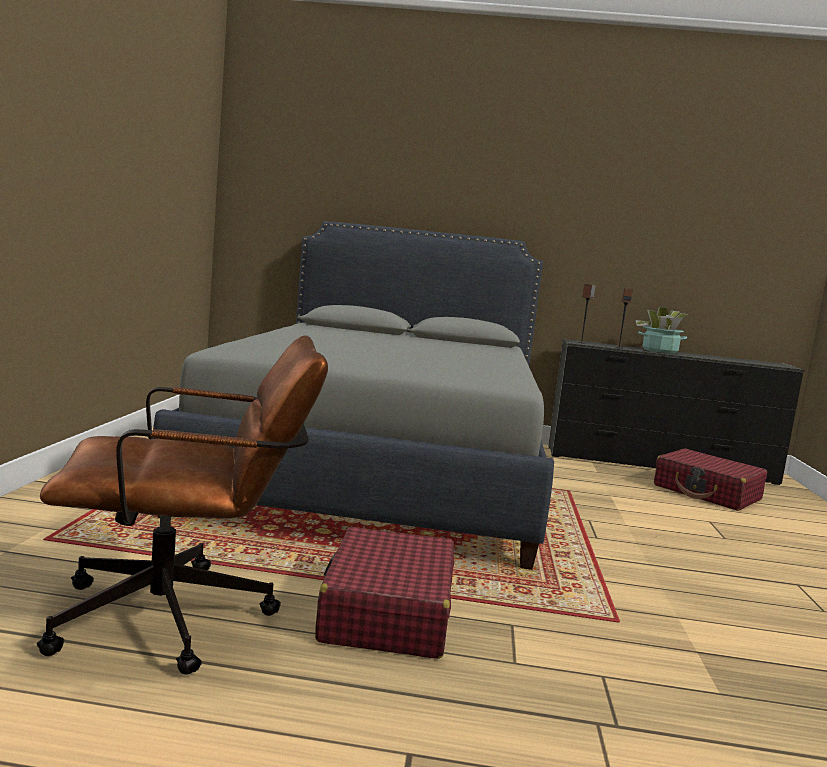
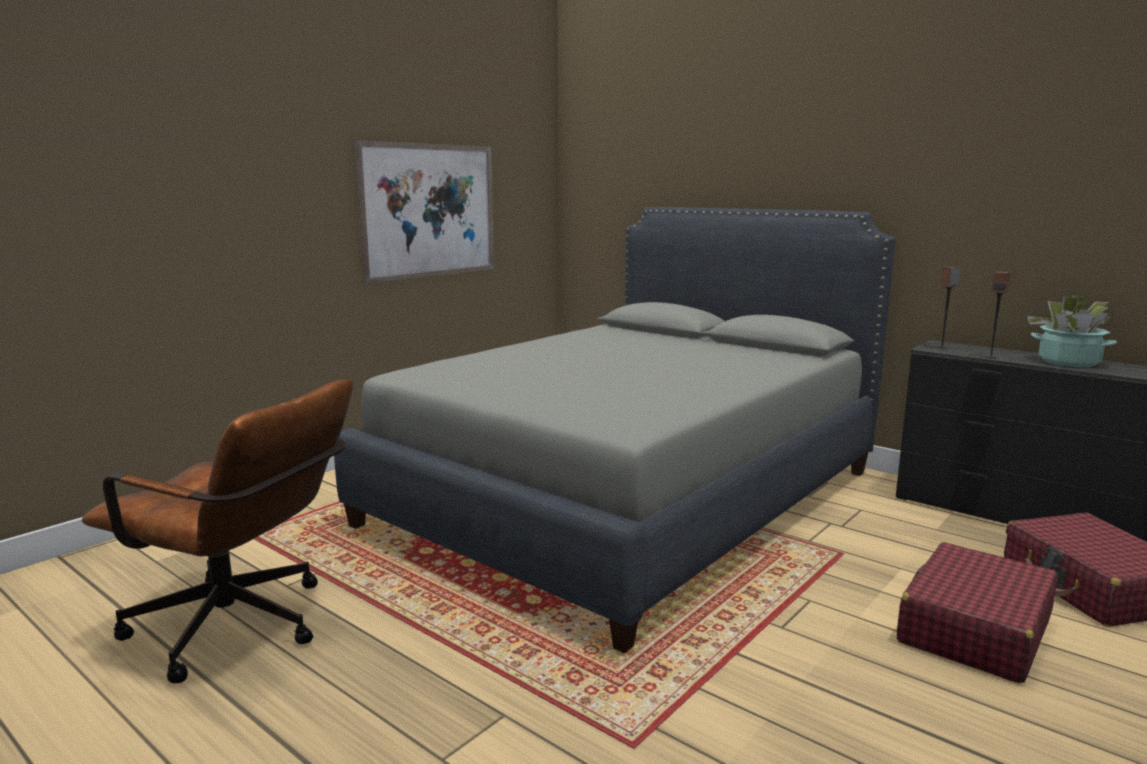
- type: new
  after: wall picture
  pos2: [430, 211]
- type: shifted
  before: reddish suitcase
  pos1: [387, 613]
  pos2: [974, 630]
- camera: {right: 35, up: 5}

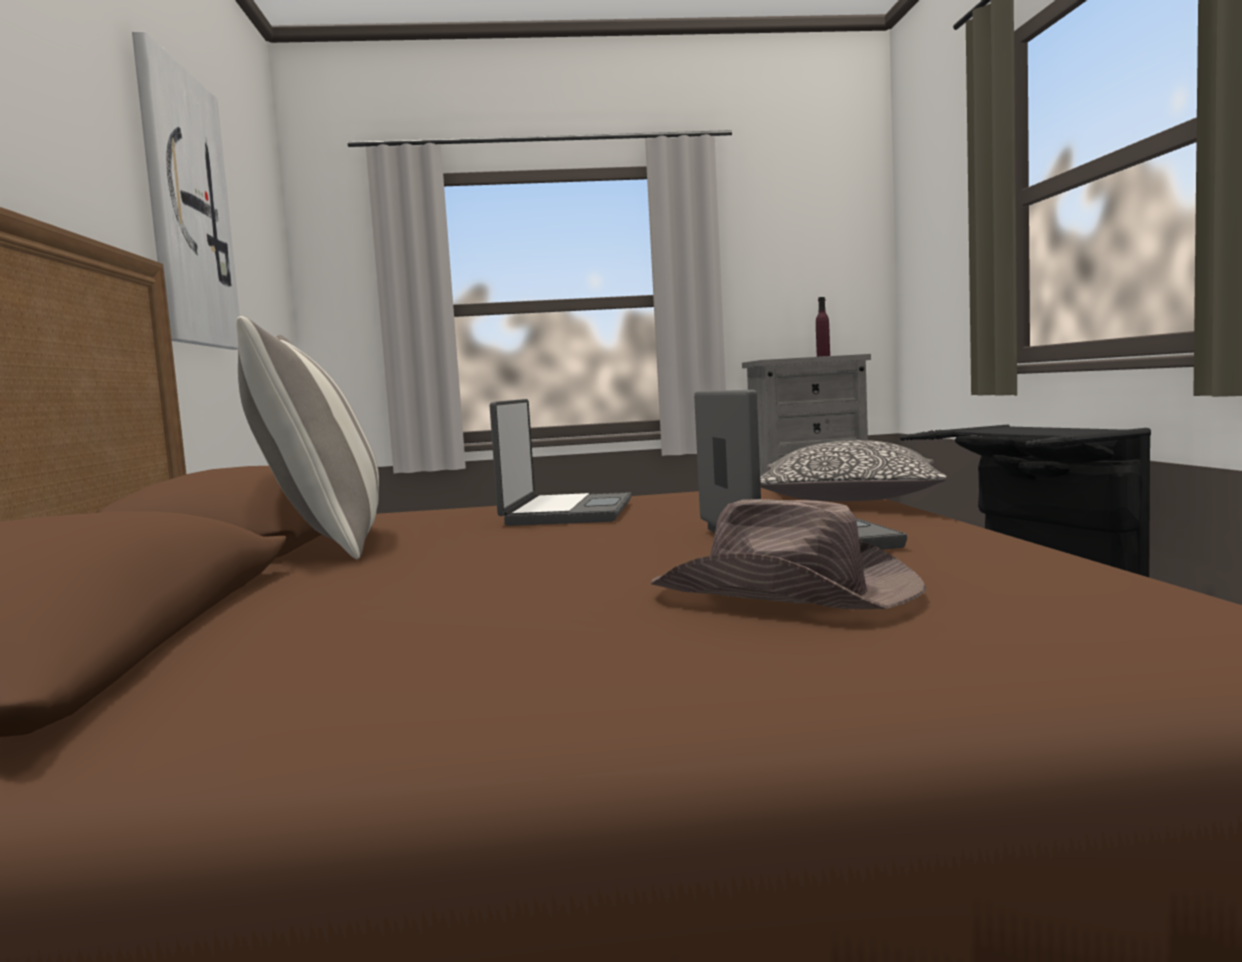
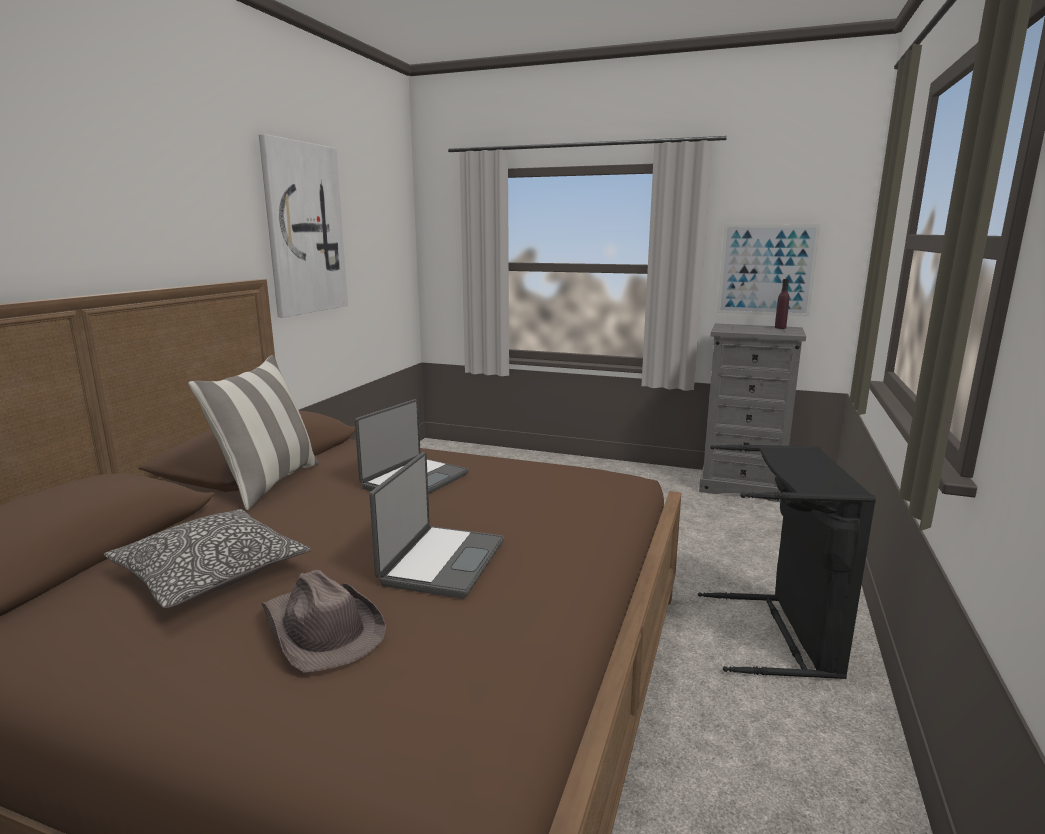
- type: shifted
  before: pillow
  pos1: [848, 501]
  pos2: [211, 573]
- type: new
  after: wall picture
  pos2: [766, 270]
- camera: {right: 25, up: 10}

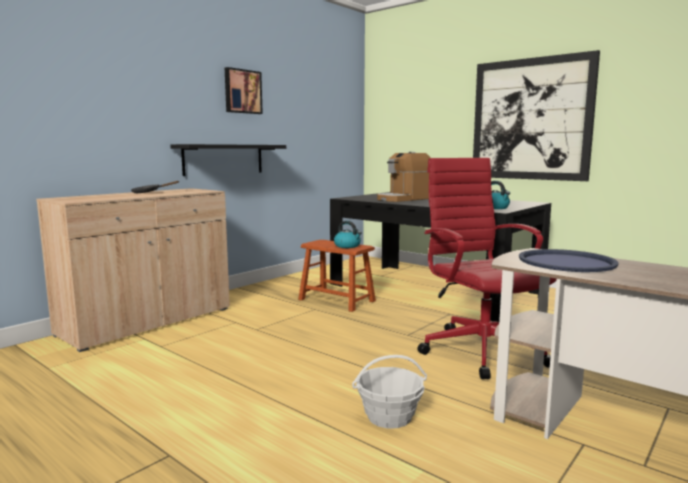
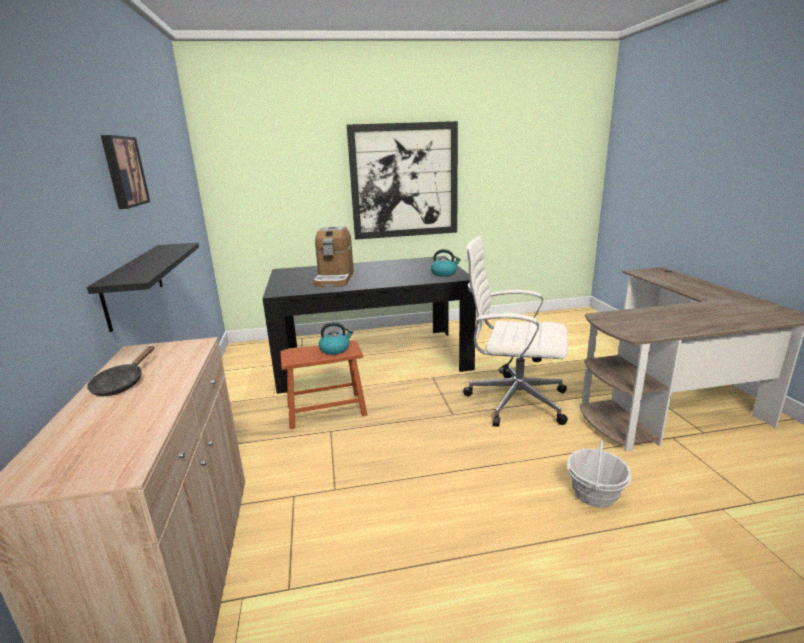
- type: repainted
  before: reddish desk chair
  after: white desk chair
  pos1: [480, 350]
  pos2: [513, 400]
- type: gone
  before: blue carrying tray
  pos1: [566, 262]
- camera: {right: -50, up: 10}

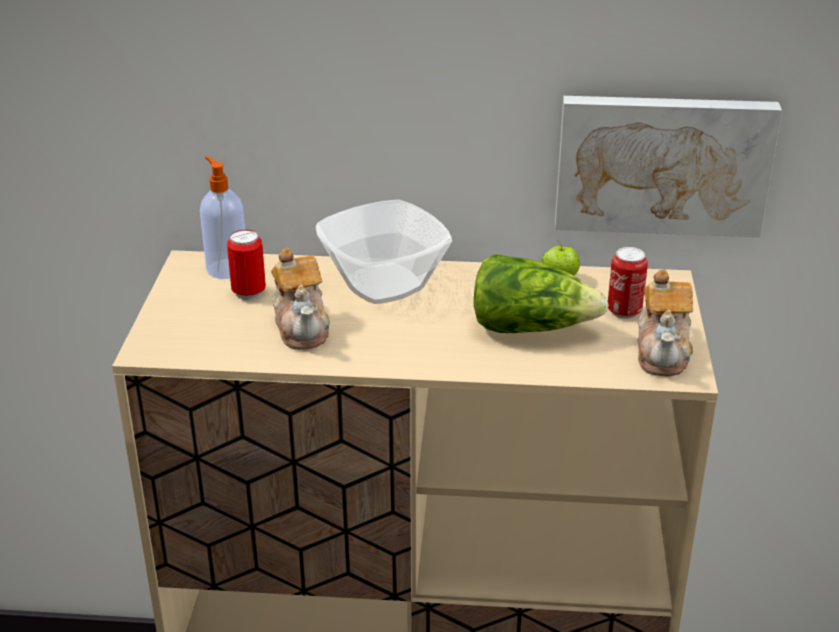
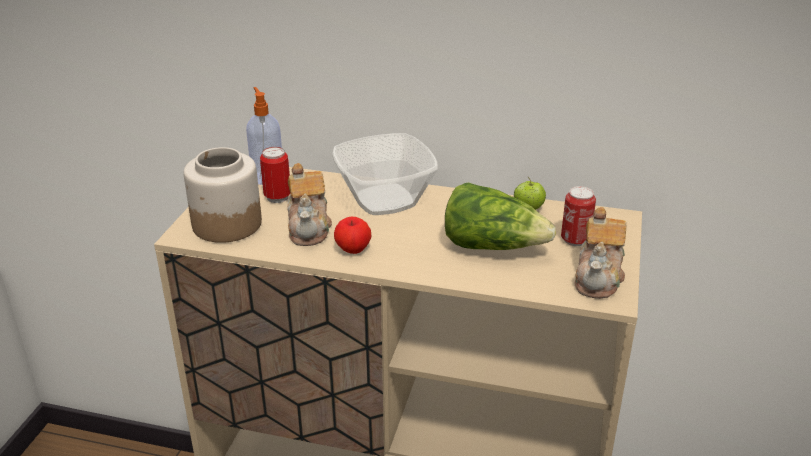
- type: new
  after: storage jar
  pos2: [226, 224]
- type: new
  after: apple
  pos2: [353, 249]
- type: gone
  before: wall picture
  pos1: [662, 163]
- camera: {right: 10, up: 0}

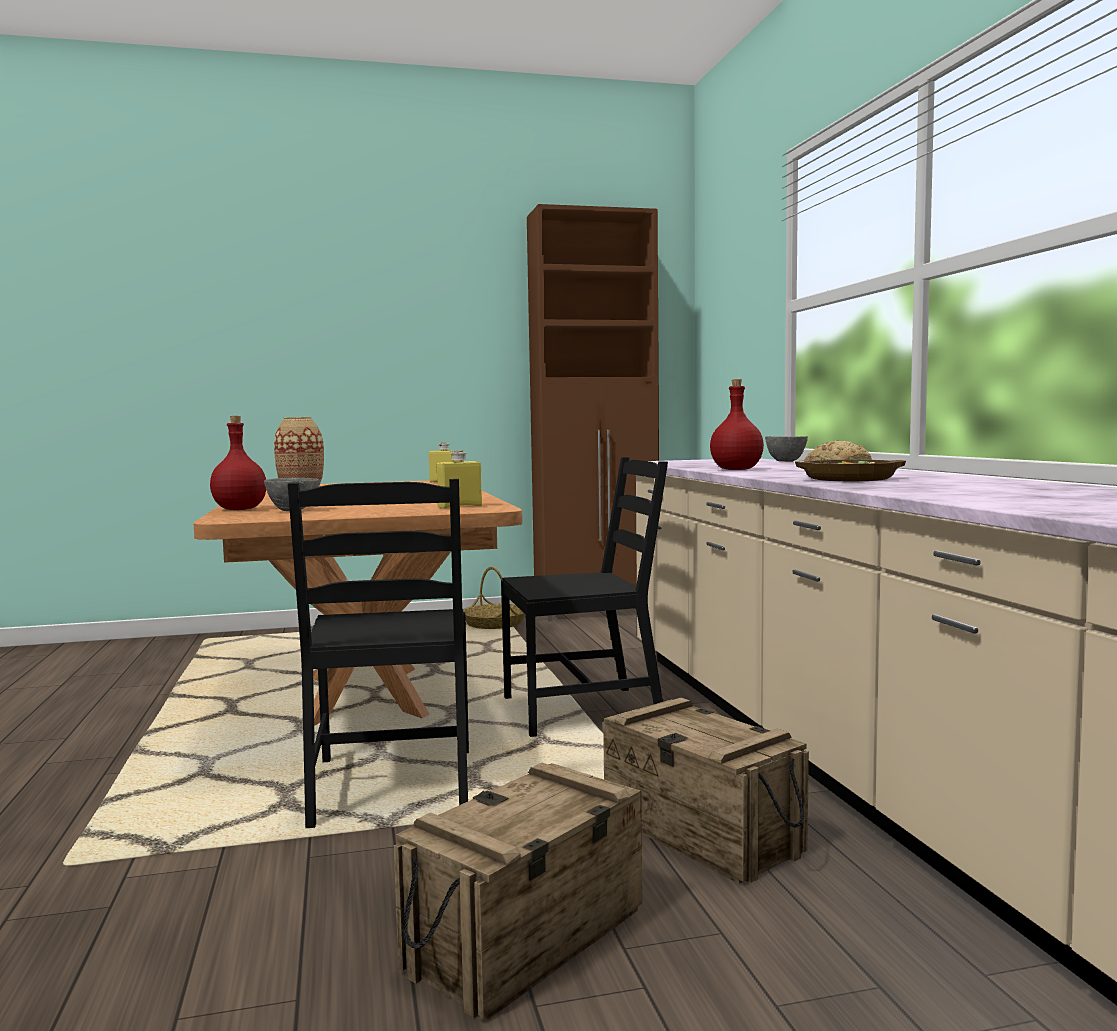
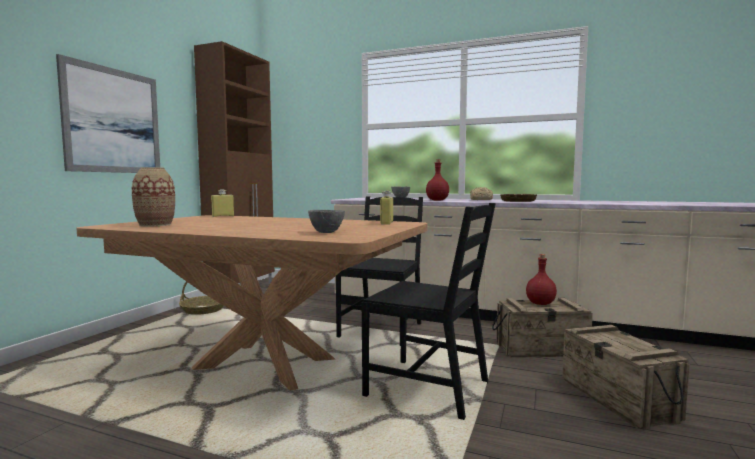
- type: new
  after: wall picture
  pos2: [113, 121]
- type: shifted
  before: reddish drink bottle
  pos1: [240, 509]
  pos2: [540, 303]
- camera: {right: -55, up: 0}

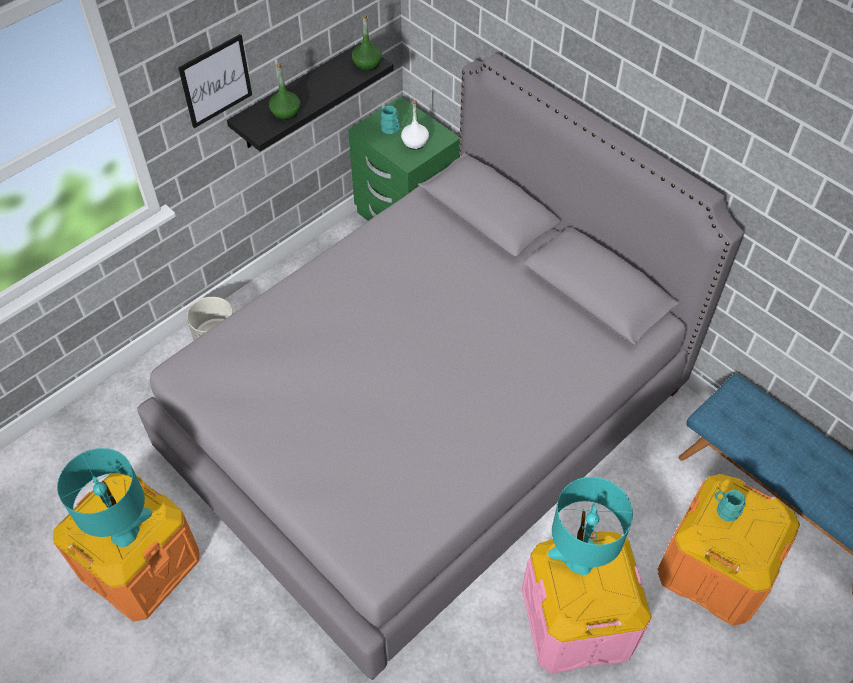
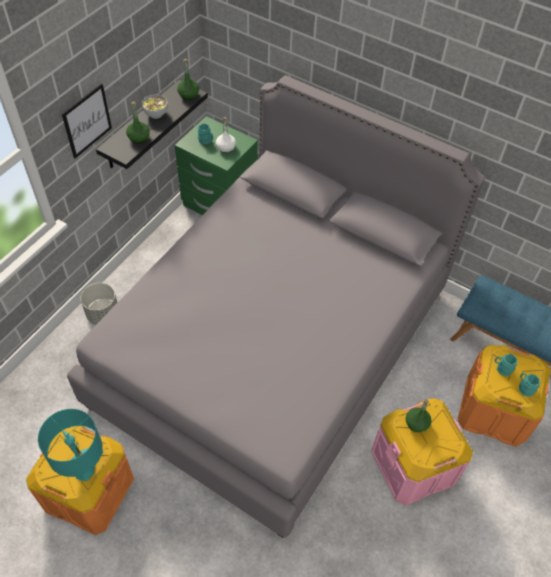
- type: new
  after: deep dish
  pos2: [156, 114]
- type: swapped
  before: turquoise table lamp
  after: green drink bottle
  pos1: [579, 561]
  pos2: [416, 423]
- type: new
  after: turquoise coffee mug
  pos2: [524, 388]
- camera: {right: -15, up: 0}

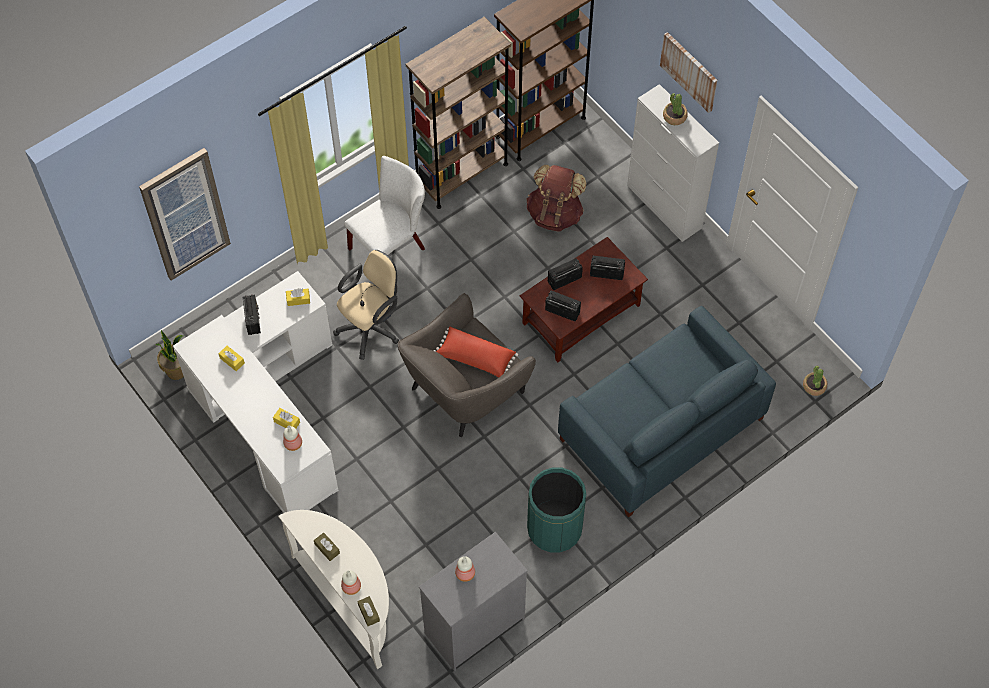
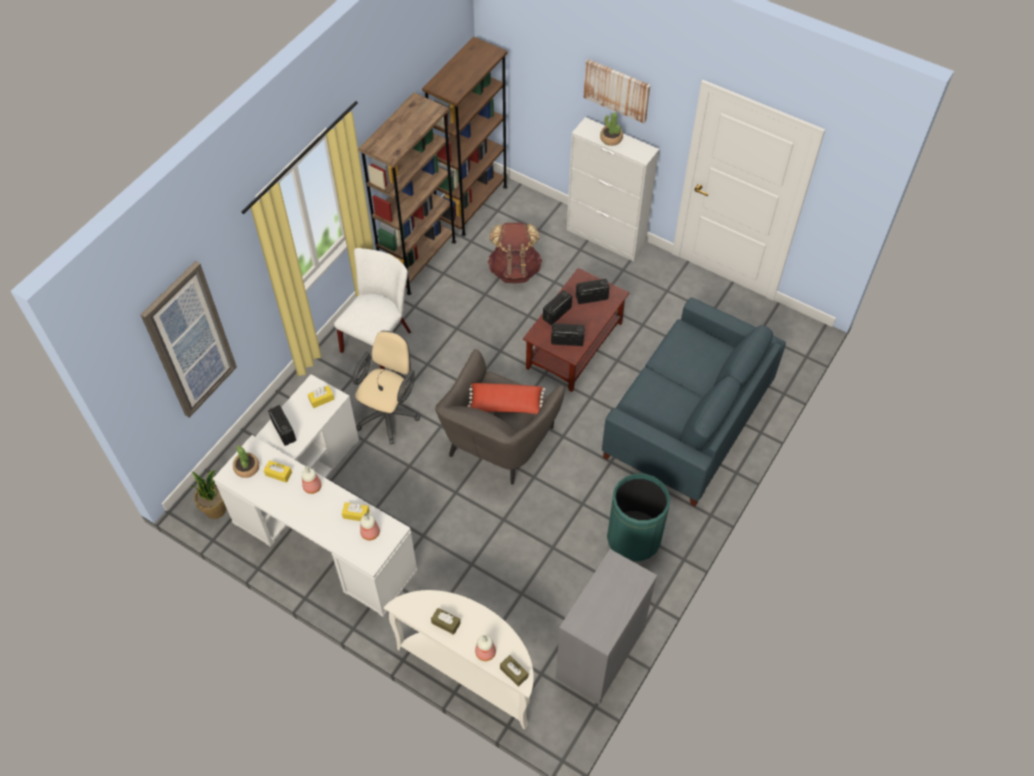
- type: shifted
  before: plant in a pot
  pos1: [814, 386]
  pos2: [247, 468]
- type: shifted
  before: drink bottle
  pos1: [466, 573]
  pos2: [313, 486]
- camera: {right: -20, up: -5}

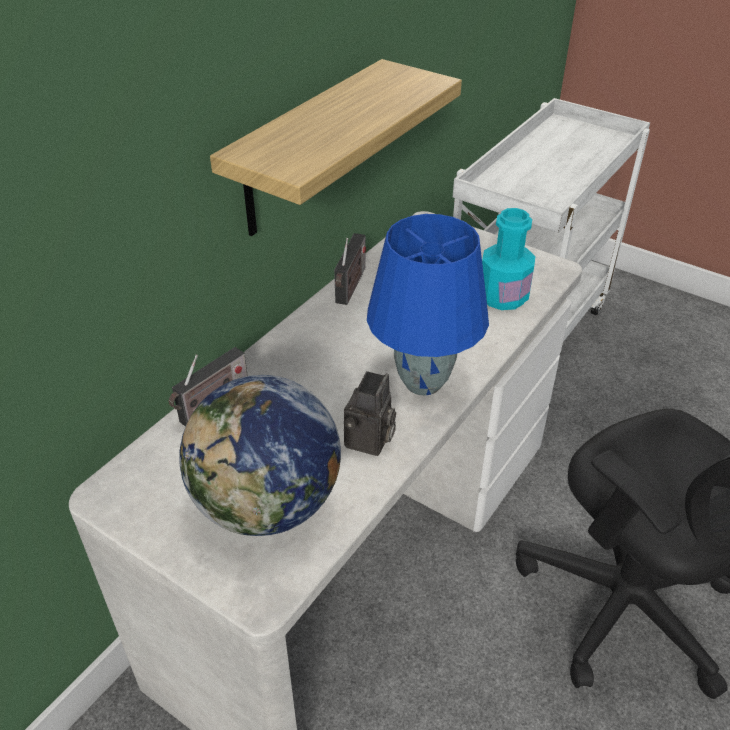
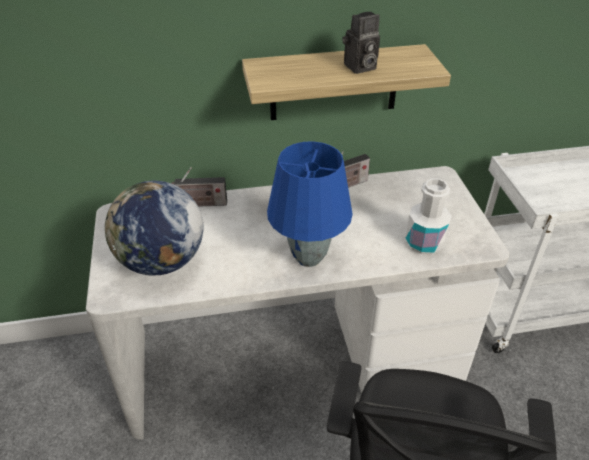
- type: shifted
  before: photo camera
  pos1: [369, 442]
  pos2: [359, 68]
- type: repainted
  before: turquoise drink bottle
  after: white drink bottle
  pos1: [503, 297]
  pos2: [424, 242]
- camera: {right: 45, up: 0}

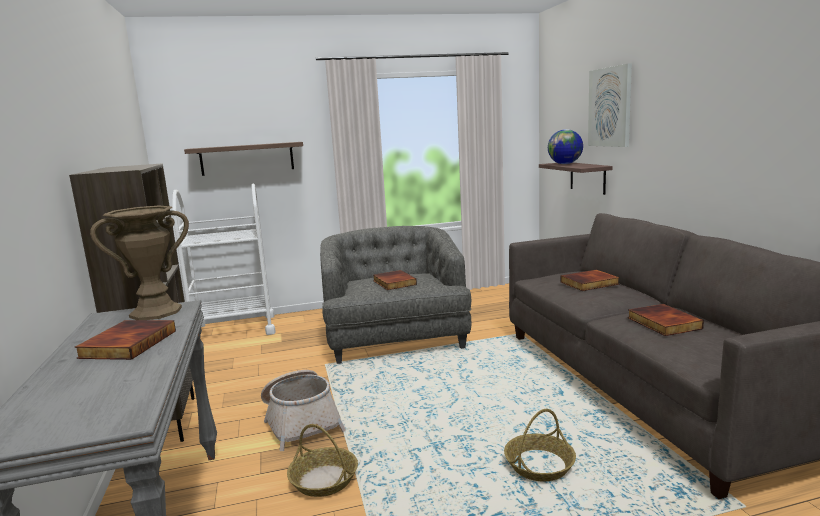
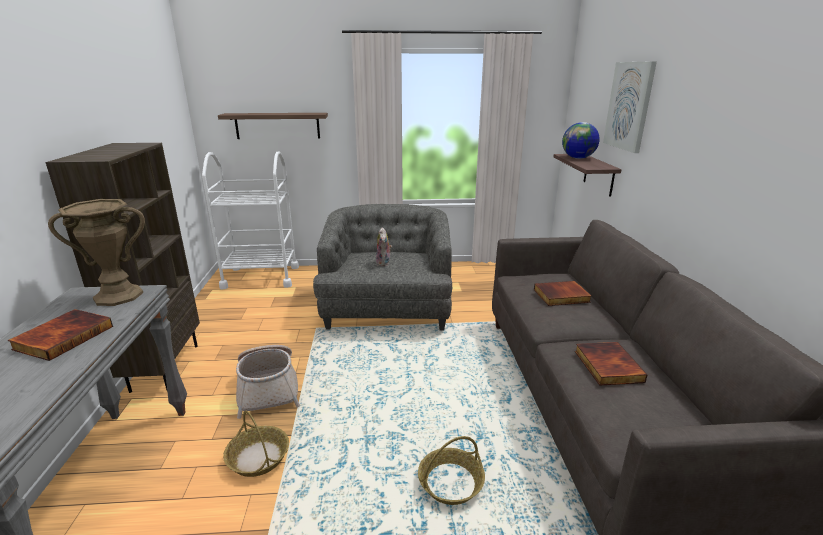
- type: swapped
  before: bound book
  after: cuddly toy
  pos1: [393, 282]
  pos2: [384, 263]
- camera: {right: 10, up: 10}

